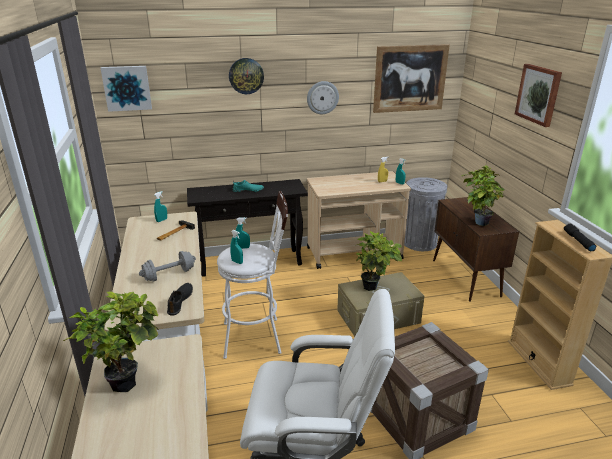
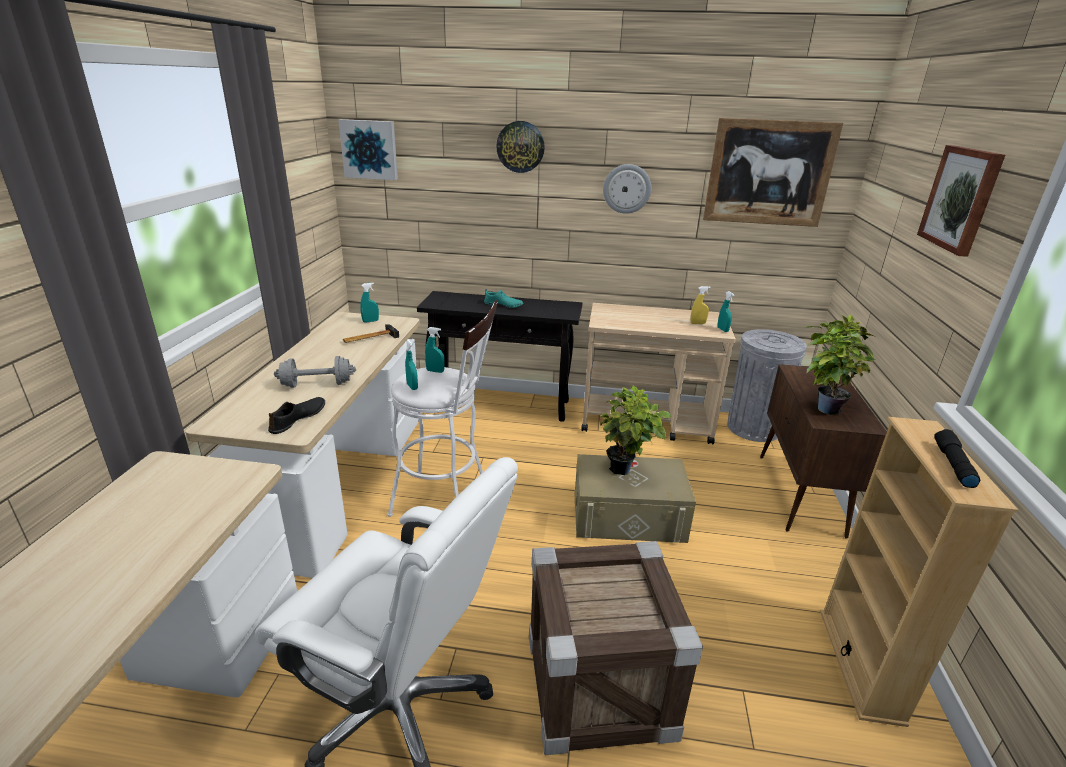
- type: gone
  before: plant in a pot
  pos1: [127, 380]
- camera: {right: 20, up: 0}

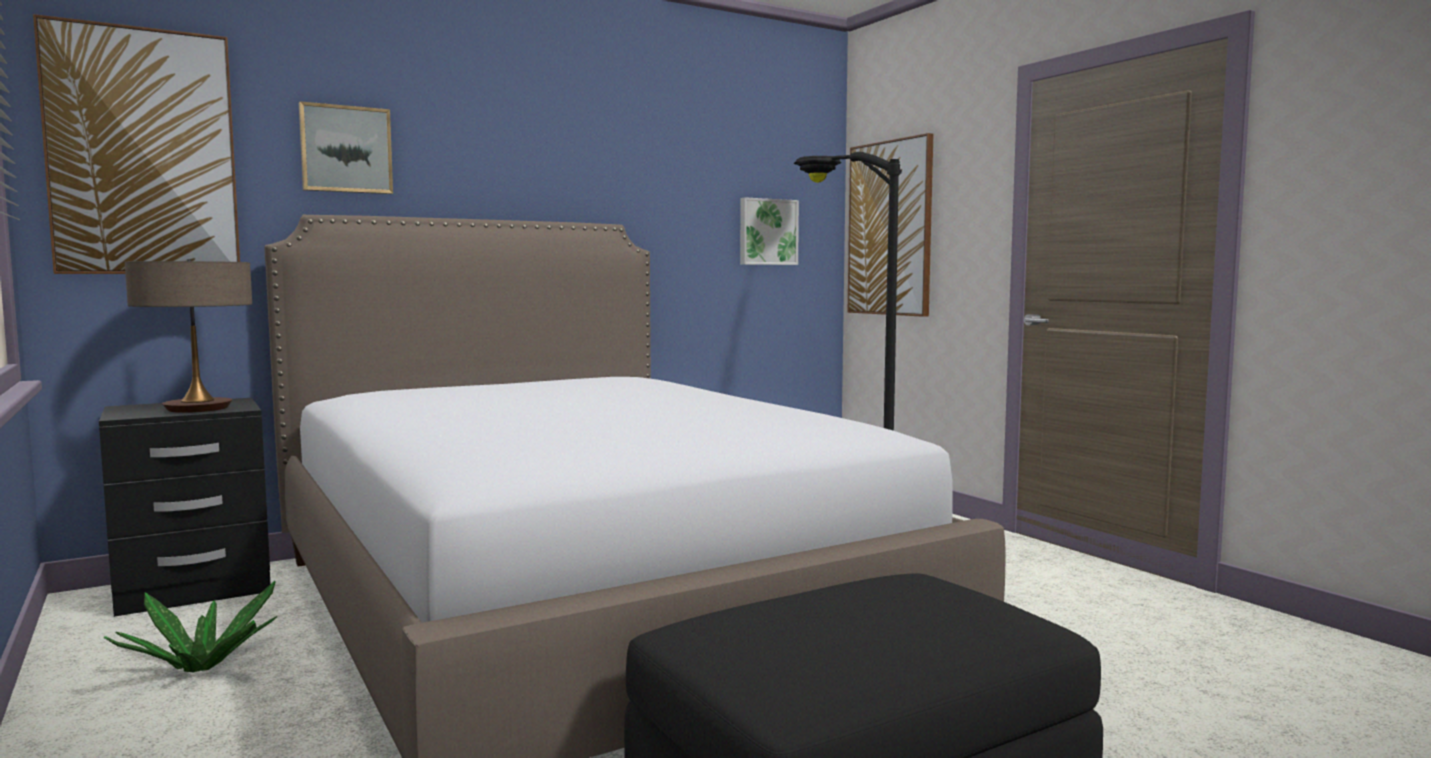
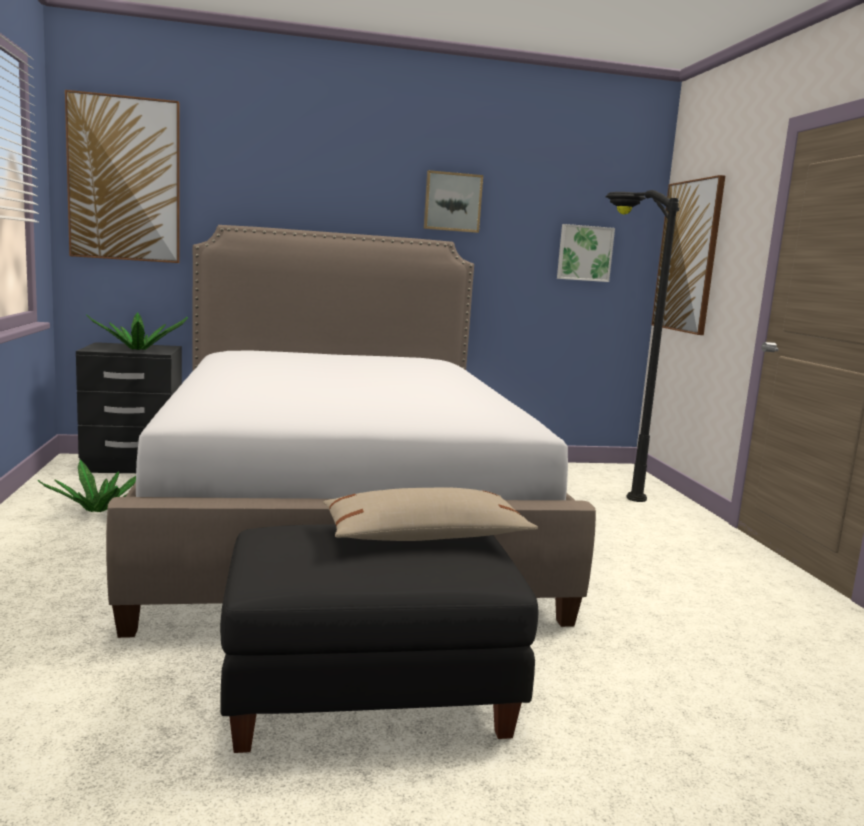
- type: swapped
  before: table lamp
  after: plant in a pot
  pos1: [198, 408]
  pos2: [138, 349]
- type: new
  after: beige pillow
  pos2: [425, 536]
- type: shifted
  before: wall picture
  pos1: [346, 149]
  pos2: [452, 202]
- camera: {right: 20, up: 5}

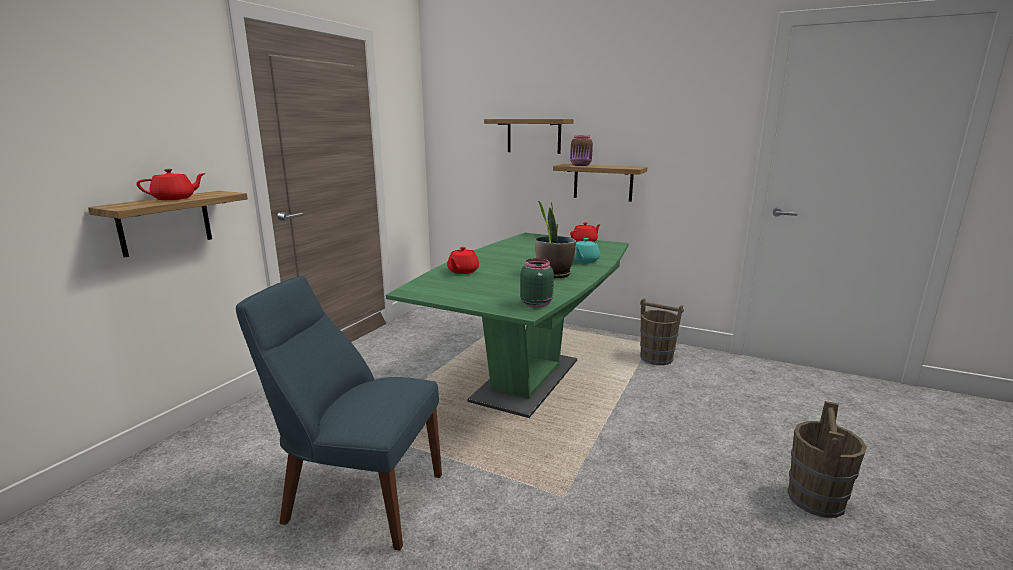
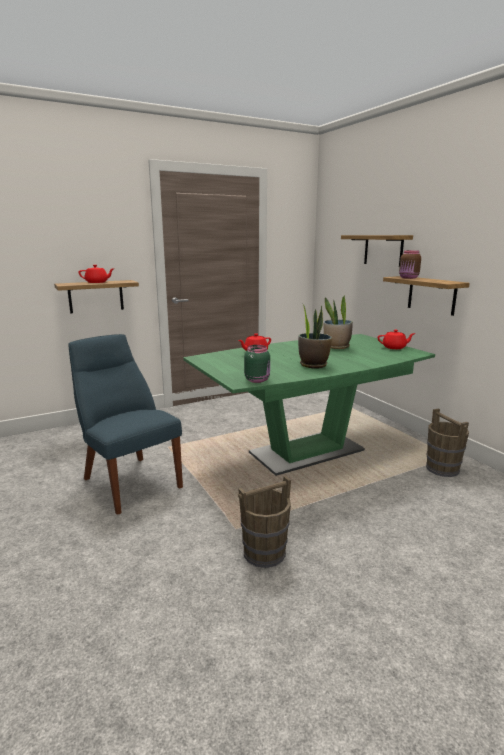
- type: shifted
  before: brownish pail
  pos1: [816, 499]
  pos2: [265, 552]
- type: new
  after: plant in a pot
  pos2: [336, 347]
- type: gone
  before: turquoise tea pot
  pos1: [584, 261]
- camera: {right: 35, up: 0}

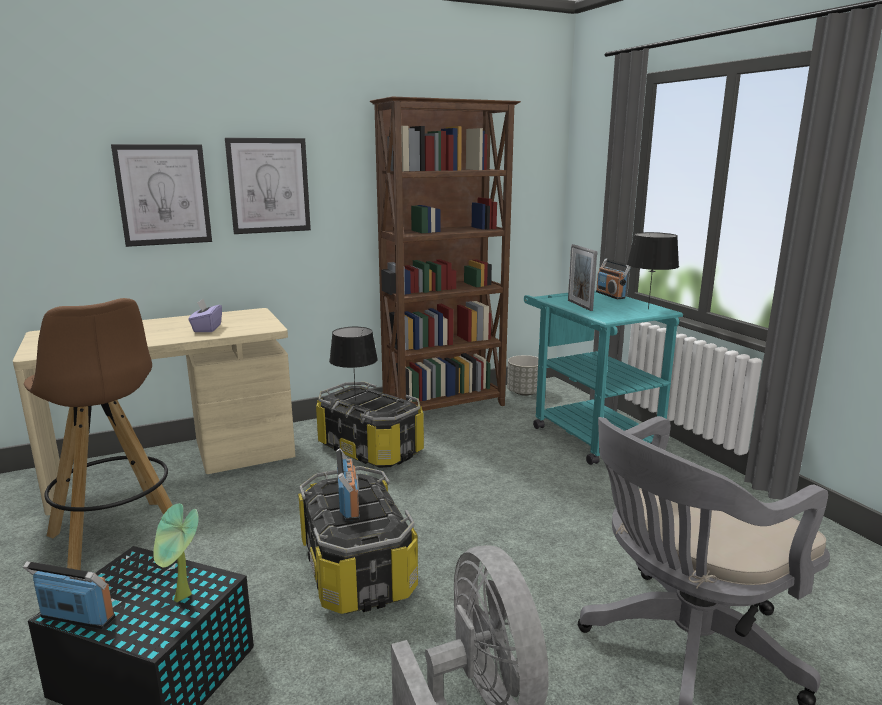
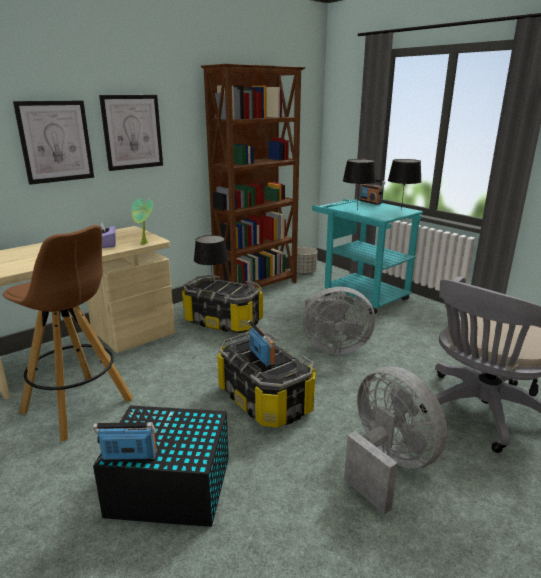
- type: shifted
  before: plant in a pot
  pos1: [182, 599]
  pos2: [144, 244]
- type: new
  after: gray cooling fan
  pos2: [333, 347]
- type: swapped
  before: photo frame
  after: blackish table lamp
  pos1: [579, 305]
  pos2: [357, 210]
- camera: {right: -15, up: 5}

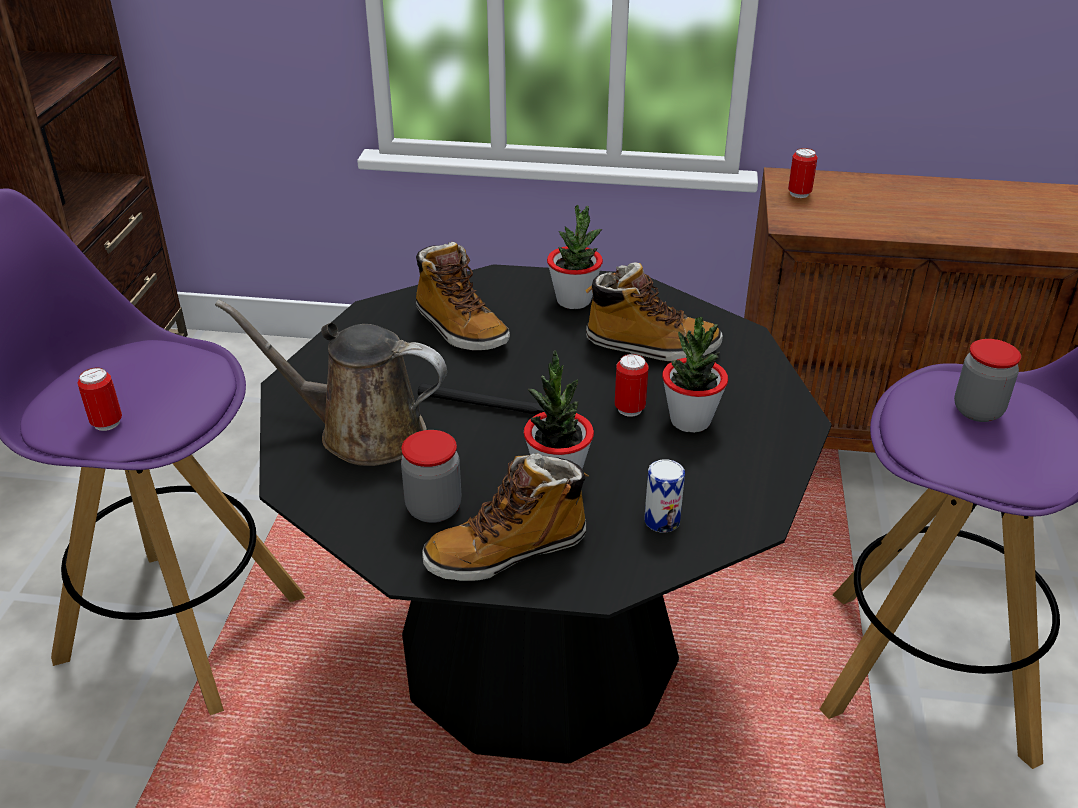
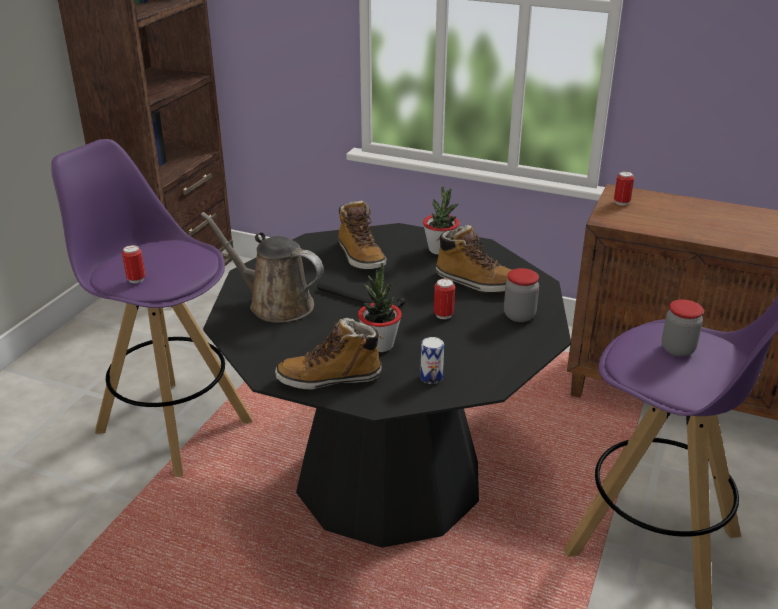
- type: shifted
  before: storage jar
  pos1: [433, 508]
  pos2: [519, 315]
- type: gone
  before: plant in a pot
  pos1: [690, 421]
- camera: {right: 15, up: -5}

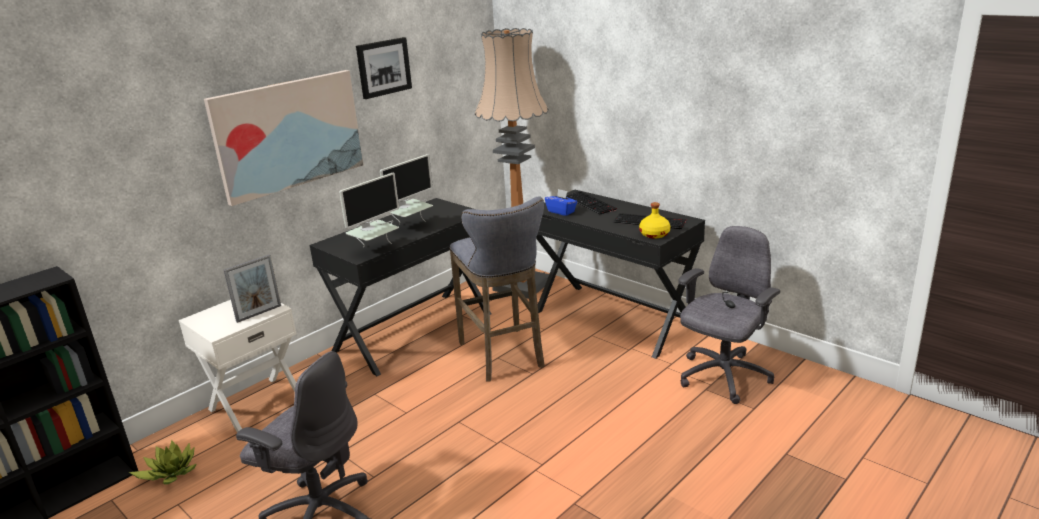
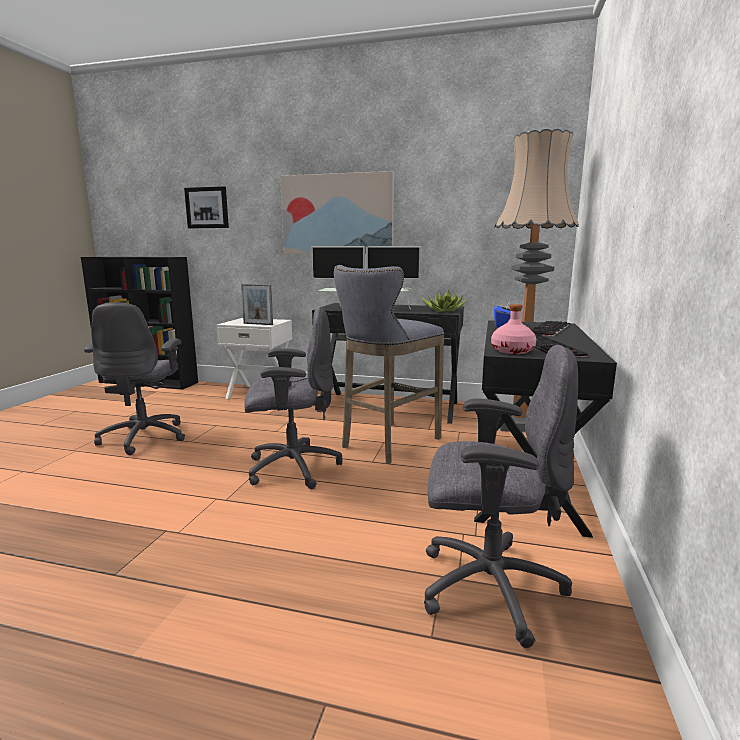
- type: shifted
  before: wall picture
  pos1: [383, 67]
  pos2: [207, 208]
- type: new
  after: gray desk chair
  pos2: [292, 468]
- type: shifted
  before: plant in a pot
  pos1: [170, 472]
  pos2: [444, 310]
- type: repainted
  before: yellow drink bottle
  after: pink drink bottle
  pos1: [655, 234]
  pos2: [513, 351]
- camera: {right: 60, up: -10}

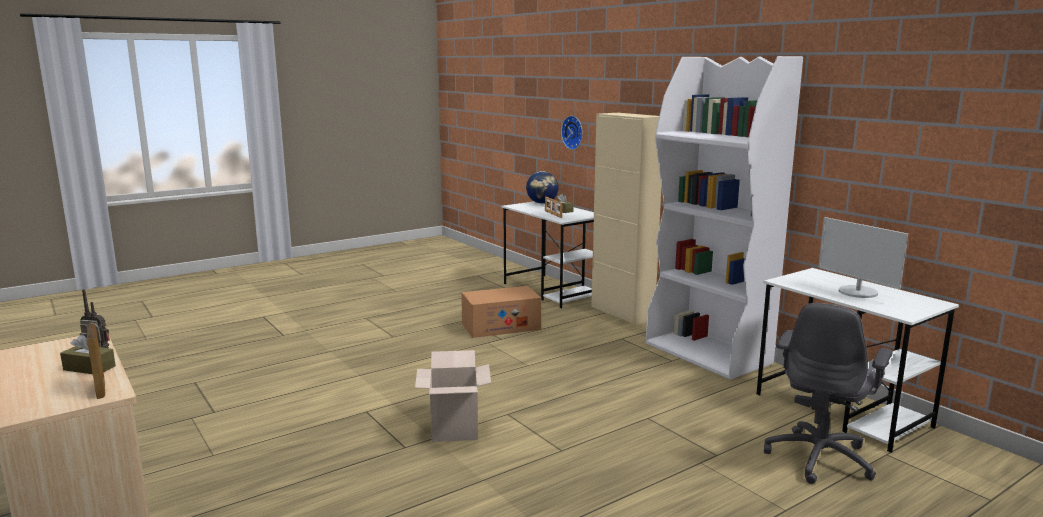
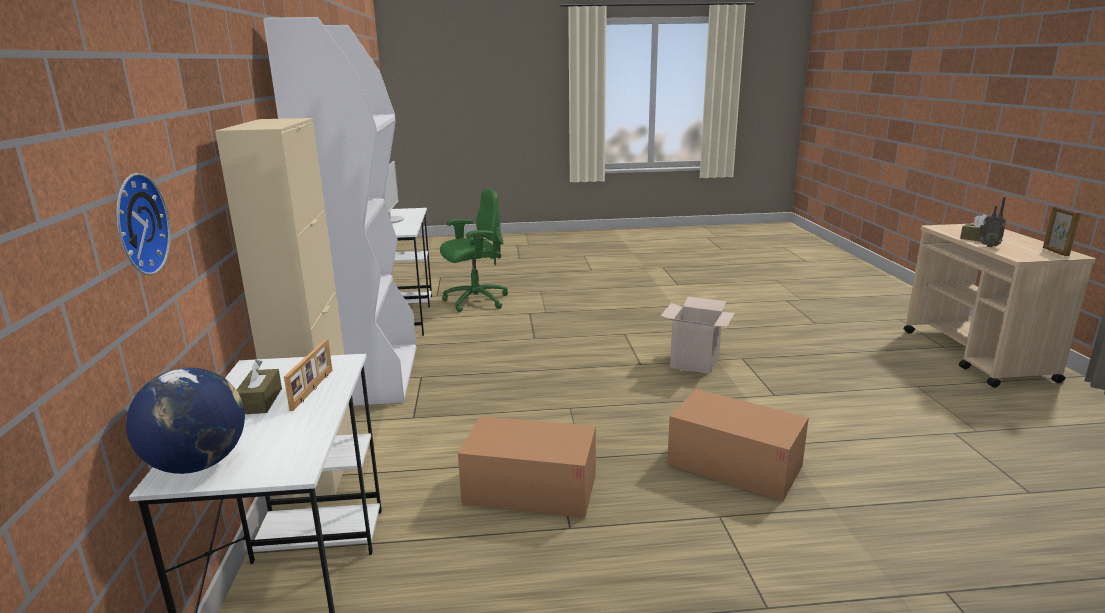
- type: repainted
  before: gray desk chair
  after: green desk chair
  pos1: [820, 458]
  pos2: [475, 301]
- type: new
  after: cardboard box
  pos2: [734, 465]
- type: shifted
  before: photo frame
  pos1: [100, 389]
  pos2: [1055, 252]
- camera: {right: -150, up: 5}

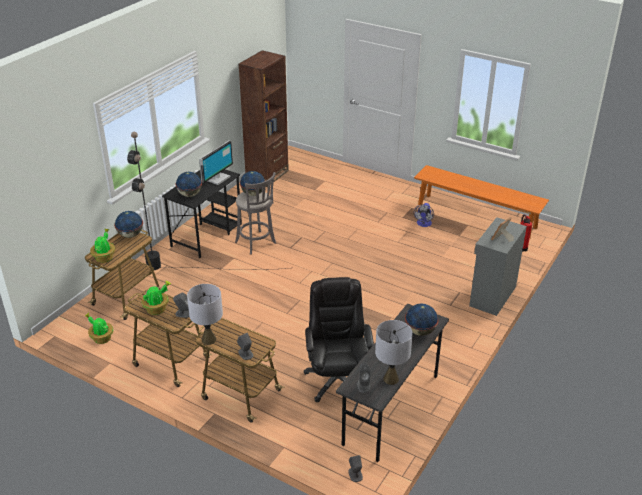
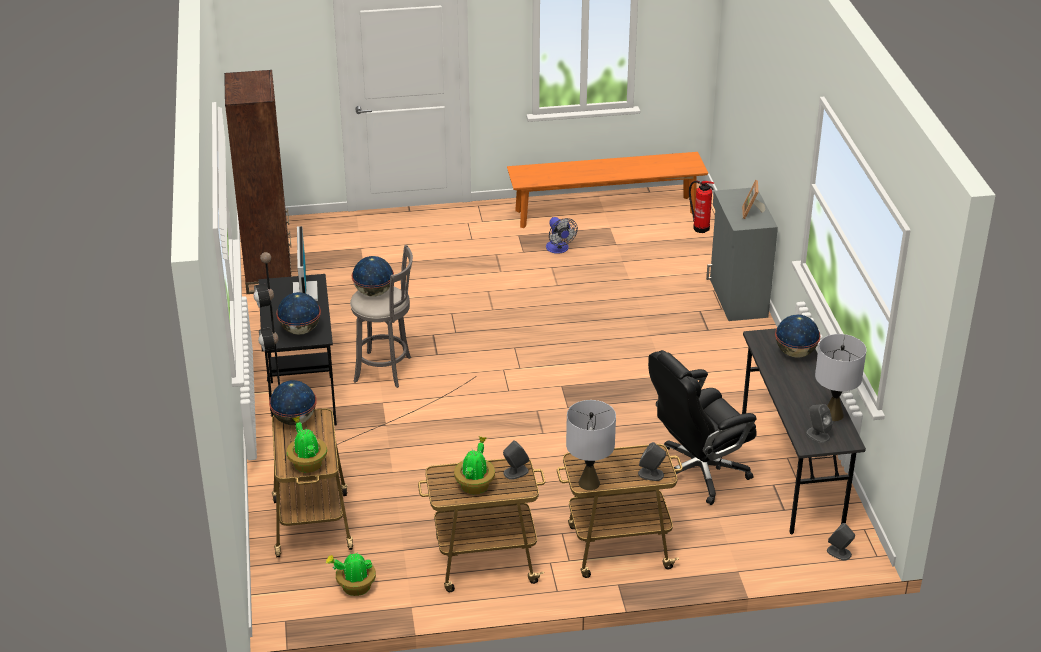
- type: rotated
  before: blackish desk chair
  pos1: [337, 379]
  pos2: [698, 472]
  turn: -75
- camera: {right: -40, up: 0}

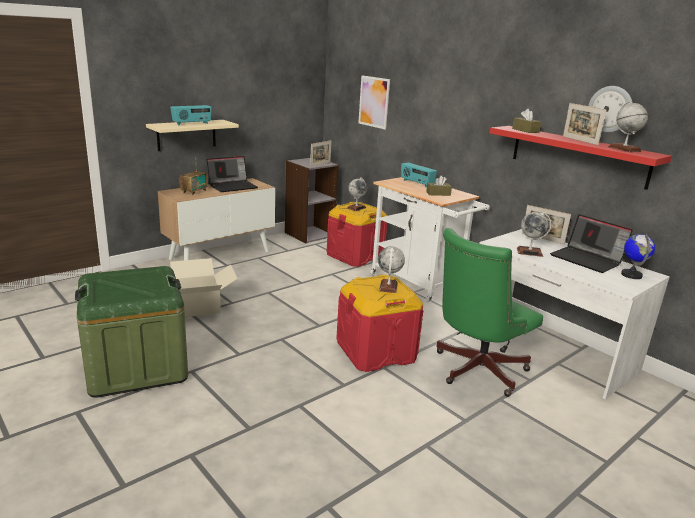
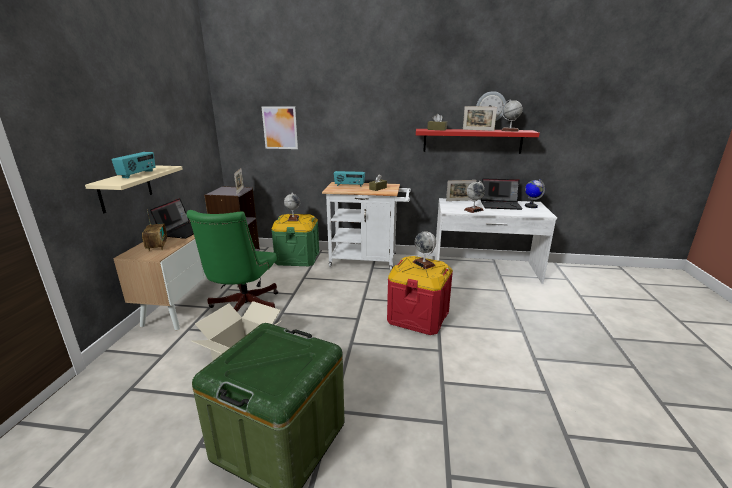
- type: shifted
  before: green desk chair
  pos1: [475, 370]
  pos2: [243, 308]
- type: repainted
  before: reddish storage bin
  after: green storage bin
  pos1: [355, 256]
  pos2: [297, 258]
- camera: {right: -40, up: 0}

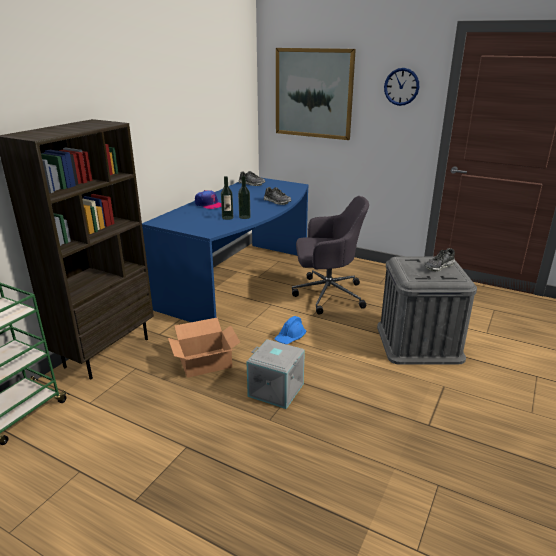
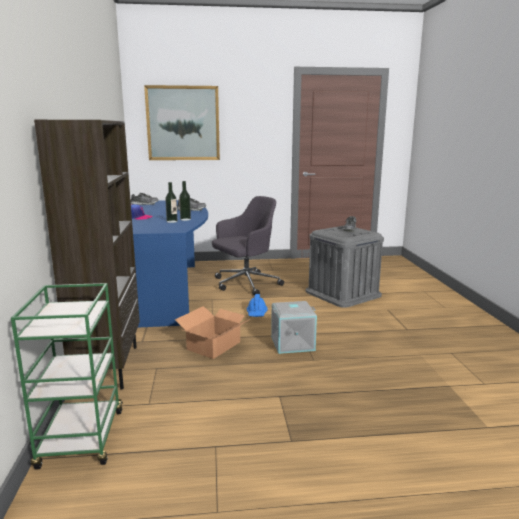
- type: gone
  before: wall clock
  pos1: [401, 86]
- camera: {right: -35, up: -10}

